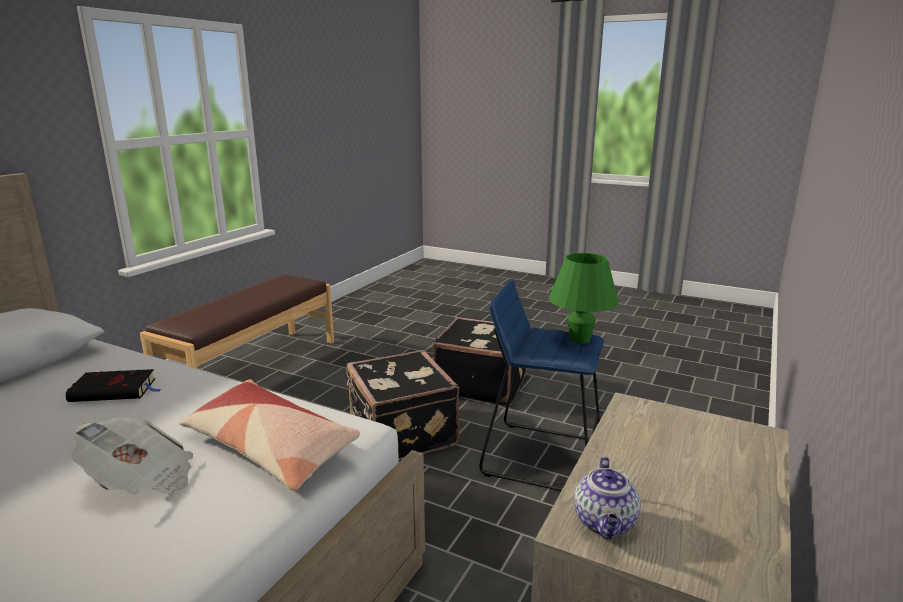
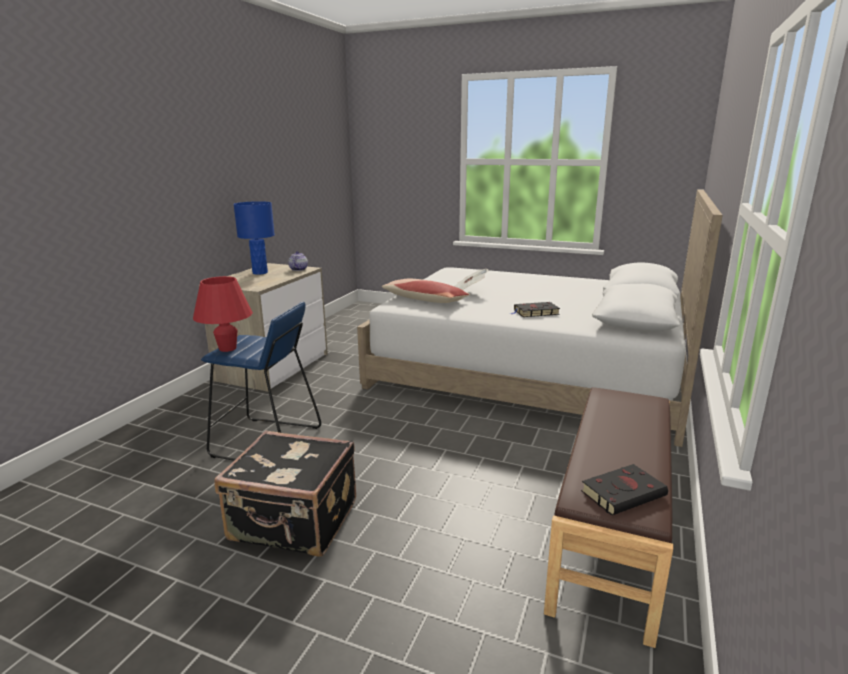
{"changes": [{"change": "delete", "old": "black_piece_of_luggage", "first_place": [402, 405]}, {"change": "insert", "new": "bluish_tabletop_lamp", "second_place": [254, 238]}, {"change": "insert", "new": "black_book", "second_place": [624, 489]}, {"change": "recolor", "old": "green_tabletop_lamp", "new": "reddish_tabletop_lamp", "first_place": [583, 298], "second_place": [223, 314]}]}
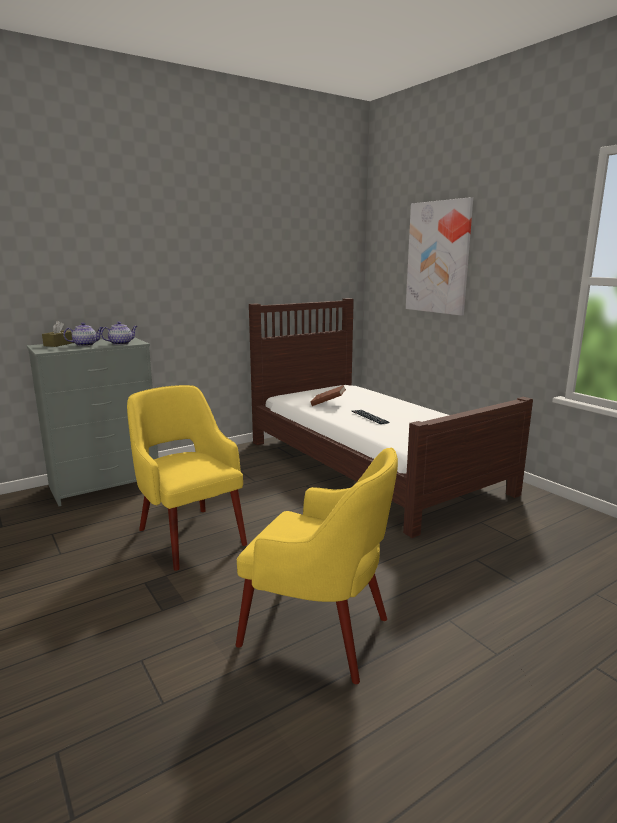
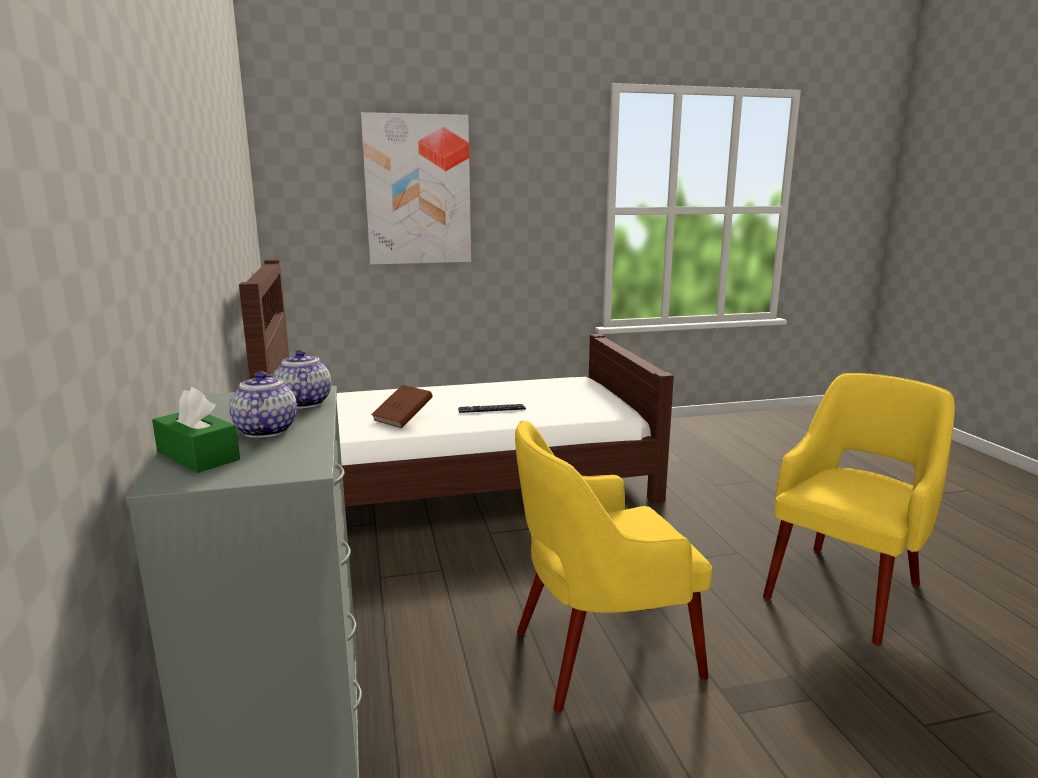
{"changes": [{"change": "recolor", "old": "brown-coloured_box_of_tissues", "new": "green_box_of_tissues", "first_place": [57, 334], "second_place": [196, 430]}]}
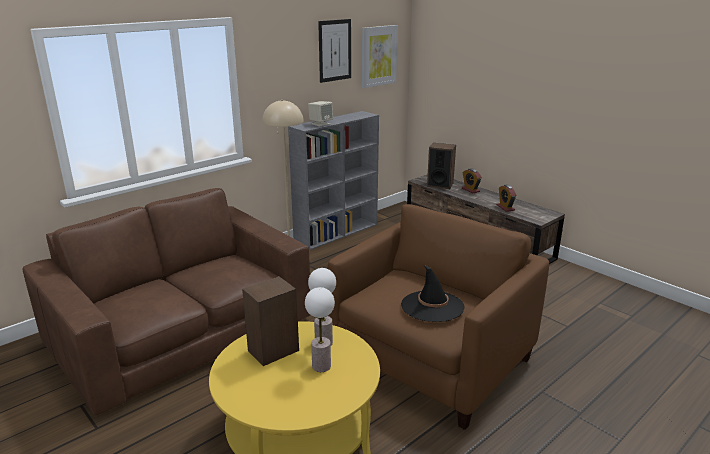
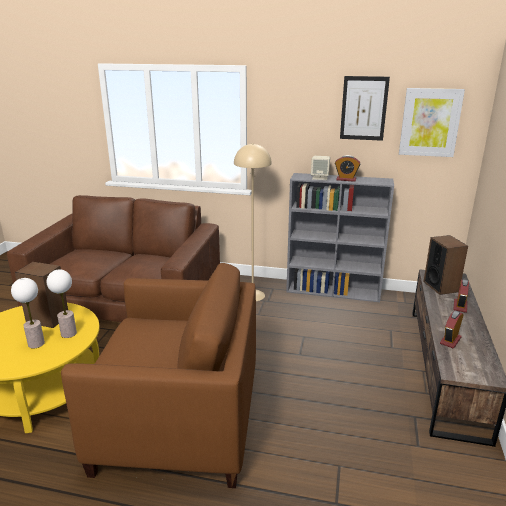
{"changes": [{"change": "delete", "old": "black_hat", "first_place": [433, 293]}, {"change": "insert", "new": "bedside_clock", "second_place": [347, 168]}]}
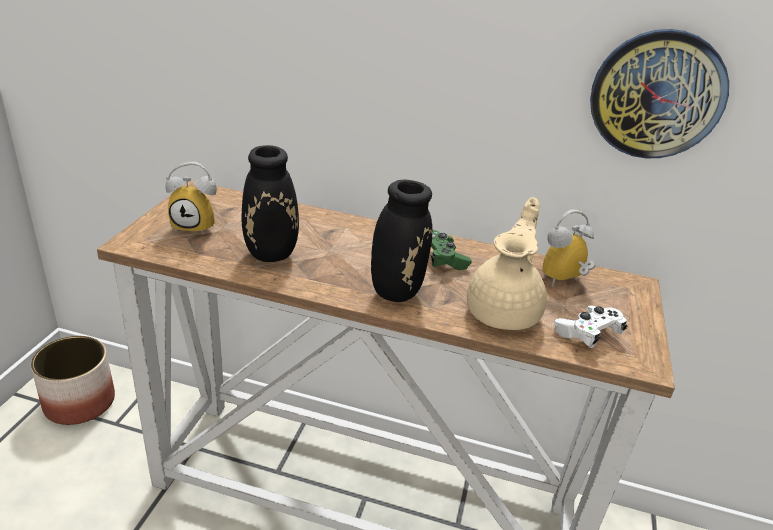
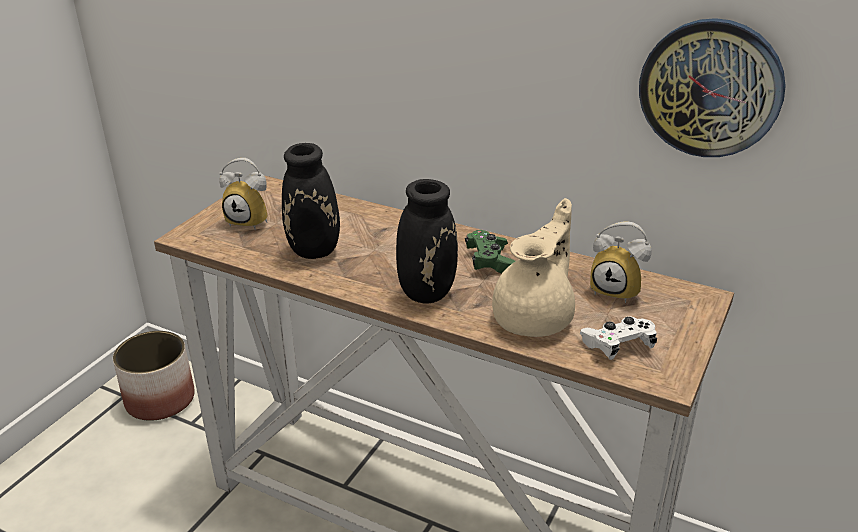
{"changes": [{"change": "rotate", "old": "bedside_clock", "first_place": [569, 247], "second_place": [621, 262], "degrees": -135}]}
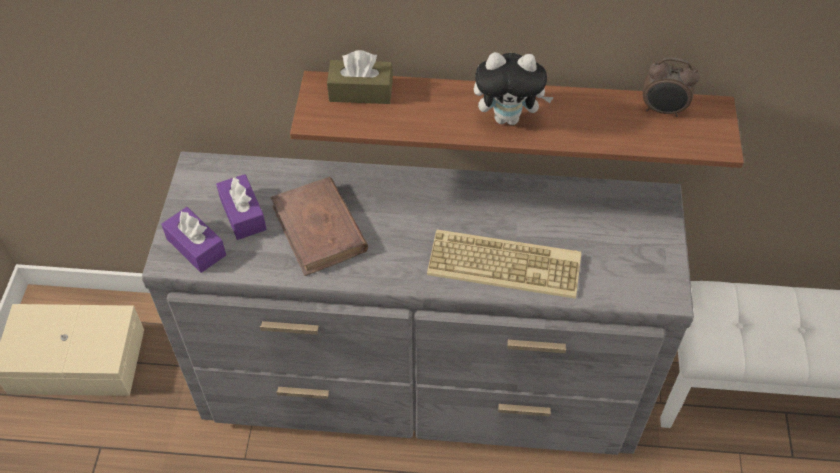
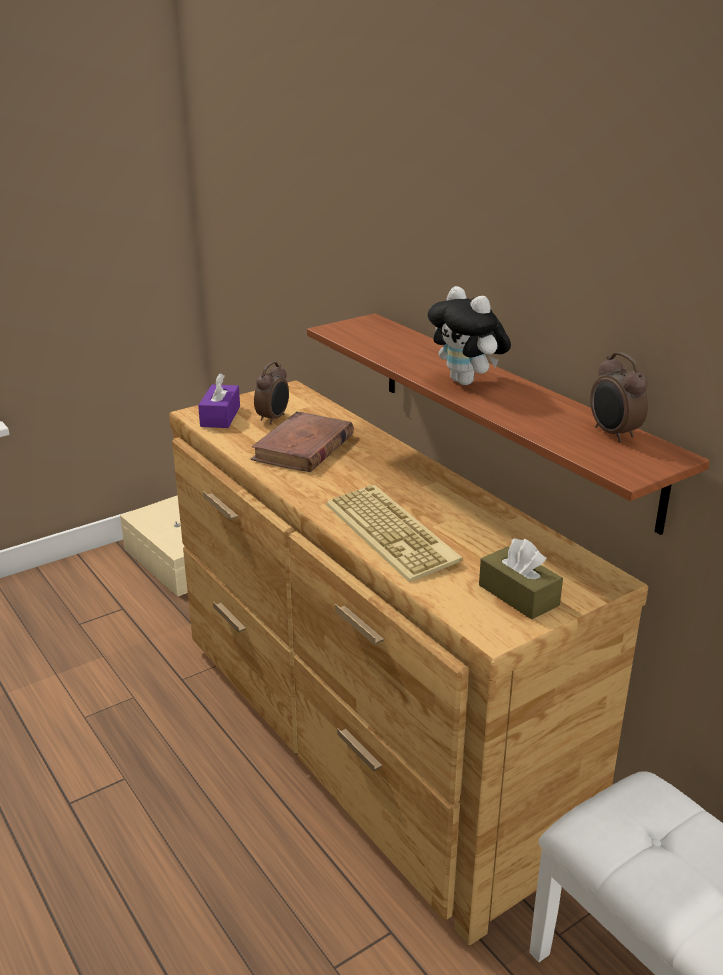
{"changes": [{"change": "move", "old": "brown-coloured_box_of_tissues", "first_place": [360, 77], "second_place": [521, 579]}, {"change": "replace", "old": "purplish_box_of_tissues", "new": "bedside_clock", "first_place": [241, 207], "second_place": [271, 393]}, {"change": "recolor", "old": "gray_chest_of_drawers", "new": "brown-coloured_chest_of_drawers", "first_place": [417, 303], "second_place": [408, 662]}]}
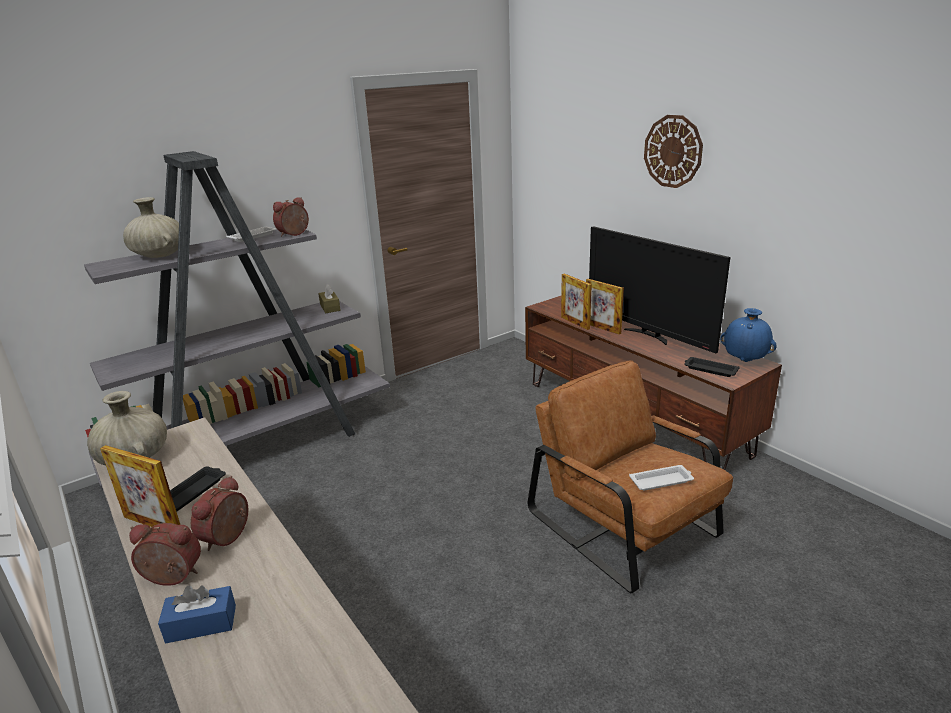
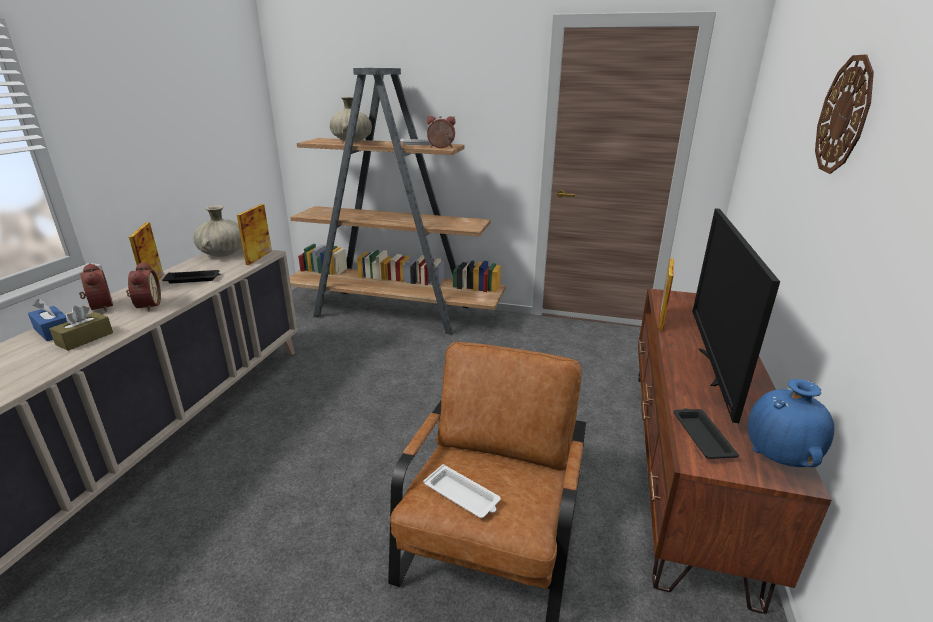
{"changes": [{"change": "move", "old": "brown-coloured_box_of_tissues", "first_place": [329, 299], "second_place": [81, 328]}, {"change": "move", "old": "photo_frame", "first_place": [605, 306], "second_place": [254, 234]}, {"change": "recolor", "old": "gray_shelving_unit", "new": "brown-coloured_shelving_unit", "first_place": [237, 320], "second_place": [398, 201]}, {"change": "rotate", "old": "bedside_clock", "first_place": [220, 513], "second_place": [143, 286], "degrees": 90}]}
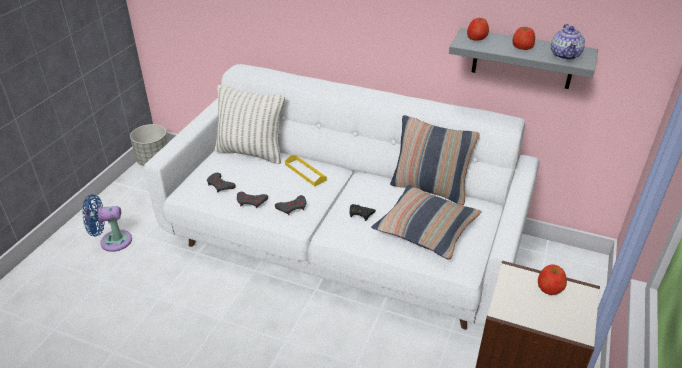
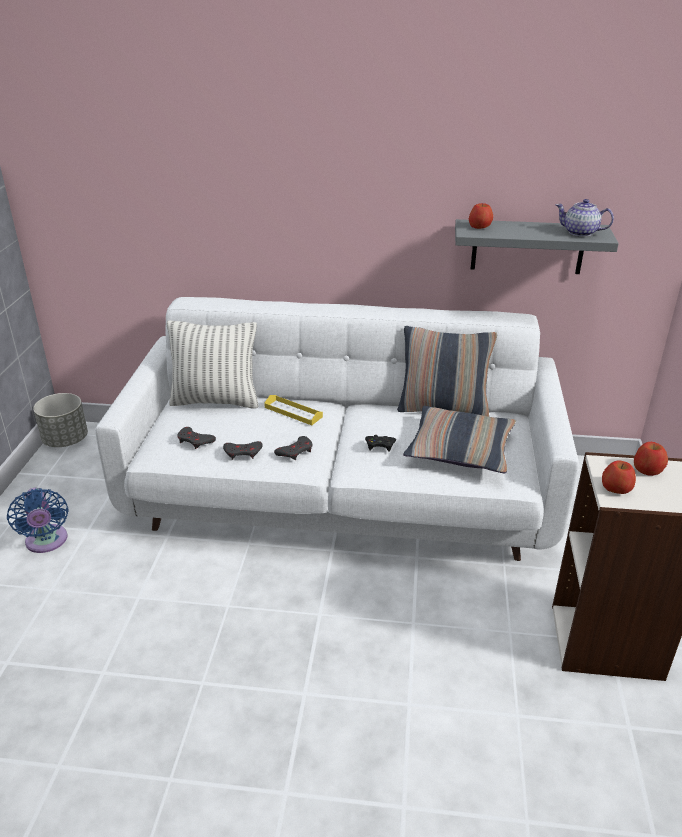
{"changes": [{"change": "move", "old": "apple_fruit", "first_place": [523, 38], "second_place": [619, 477]}, {"change": "rotate", "old": "bluish_fan", "first_place": [107, 223], "second_place": [37, 520], "degrees": -90}, {"change": "rotate", "old": "tea_pot", "first_place": [568, 42], "second_place": [585, 218], "degrees": 120}]}
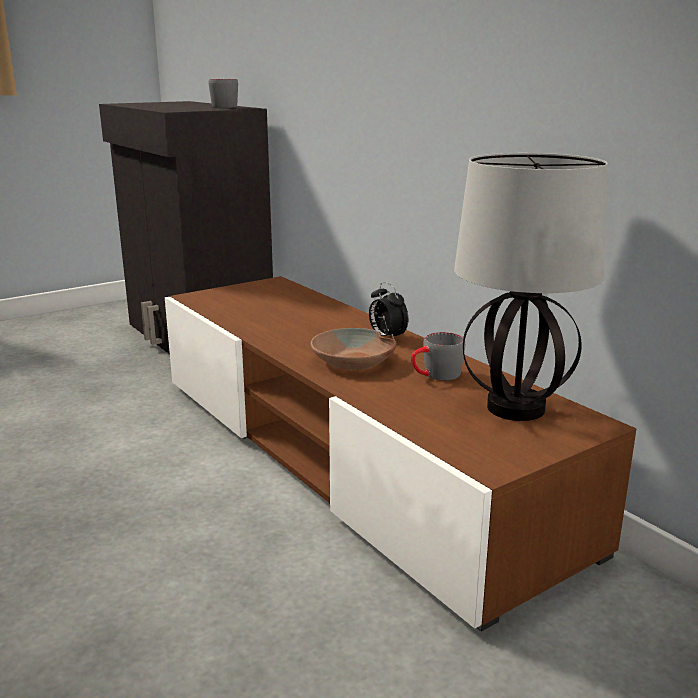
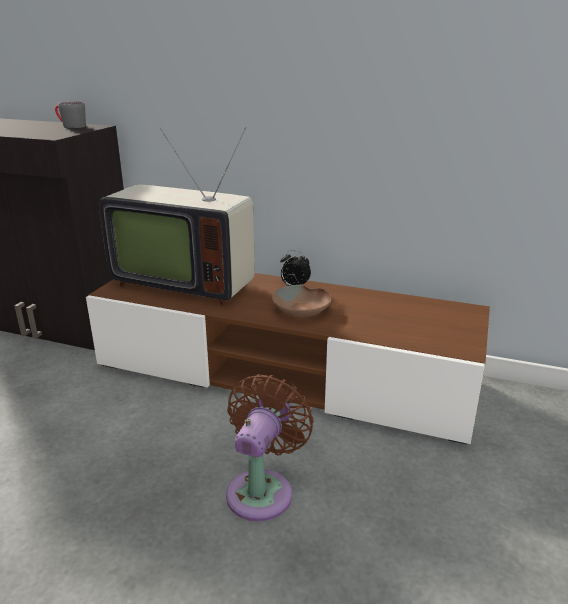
{"changes": [{"change": "delete", "old": "gray_coffee_mug", "first_place": [438, 356]}, {"change": "delete", "old": "tabletop_lamp", "first_place": [531, 287]}, {"change": "insert", "new": "TV_set", "second_place": [177, 216]}, {"change": "insert", "new": "brown-coloured_fan", "second_place": [270, 447]}]}
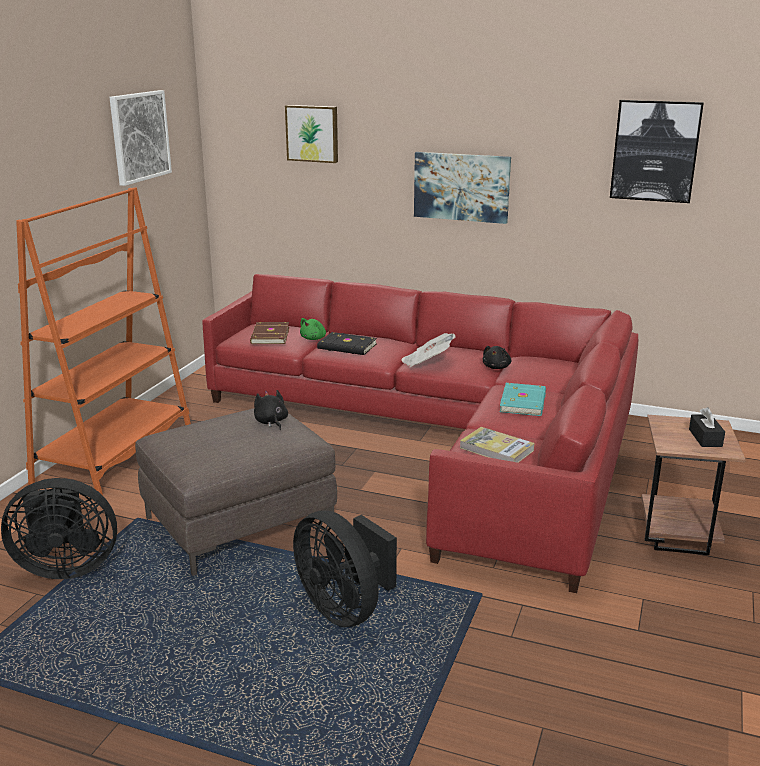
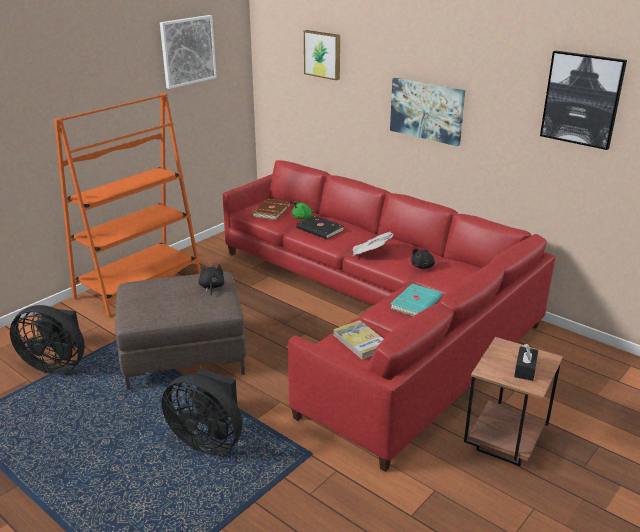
{"changes": [{"change": "rotate", "old": "black_fan", "first_place": [345, 569], "second_place": [202, 412], "degrees": -45}]}
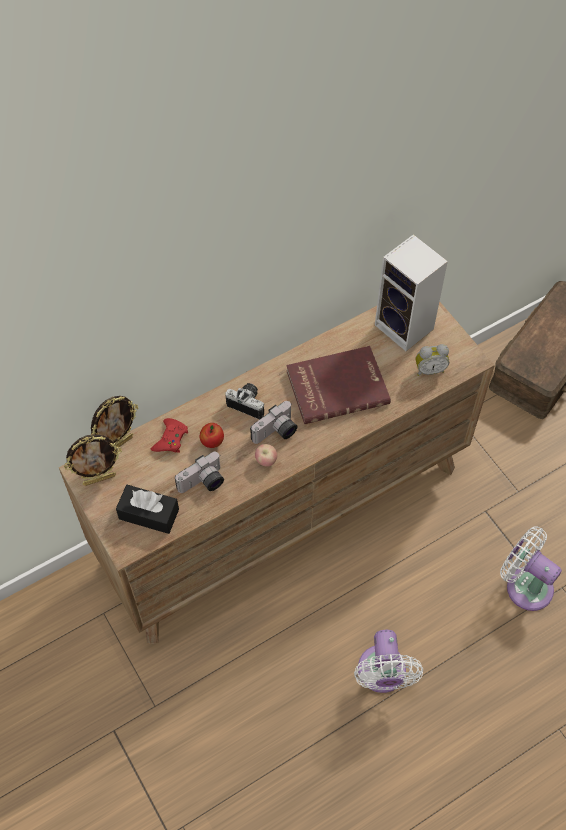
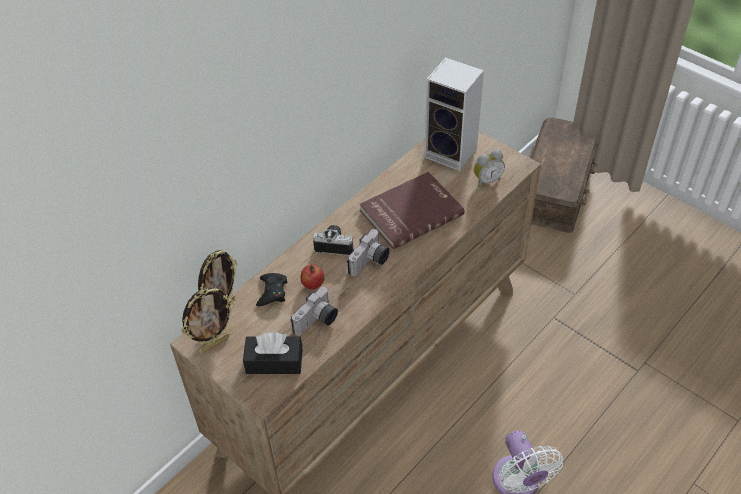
{"changes": [{"change": "delete", "old": "apple_fruit", "first_place": [266, 455]}, {"change": "delete", "old": "white_fan", "first_place": [531, 568]}, {"change": "recolor", "old": "reddish_joypad", "new": "black_joypad", "first_place": [169, 435], "second_place": [271, 289]}]}
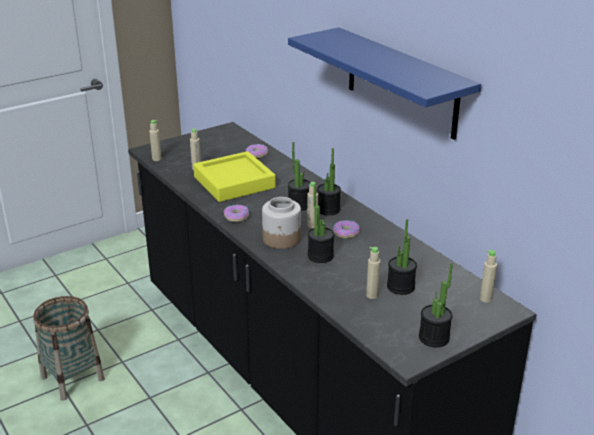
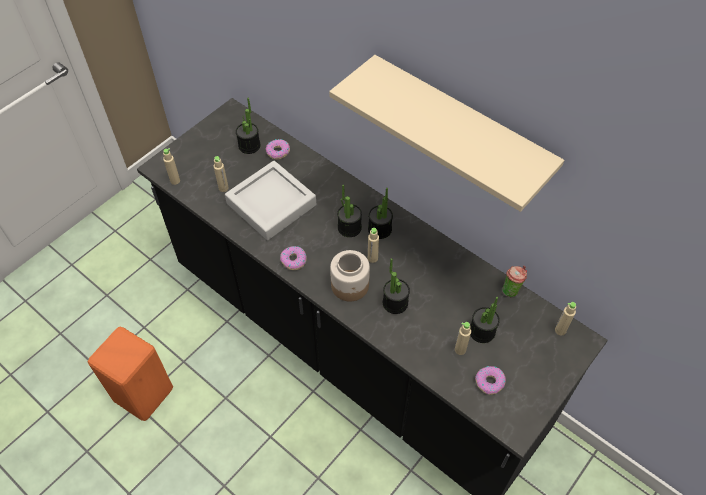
{"changes": [{"change": "insert", "new": "cup", "second_place": [514, 281]}, {"change": "move", "old": "doughnut", "first_place": [346, 229], "second_place": [490, 380]}, {"change": "move", "old": "potted_plant", "first_place": [436, 305], "second_place": [248, 126]}, {"change": "replace", "old": "basket", "new": "orange_stool_seat", "first_place": [69, 348], "second_place": [130, 373]}, {"change": "recolor", "old": "yellow-coloured_carrying_tray", "new": "gray_carrying_tray", "first_place": [234, 176], "second_place": [270, 200]}, {"change": "recolor", "old": "bluish_wall_shelf", "new": "beige_wall_shelf", "first_place": [384, 83], "second_place": [446, 133]}]}
